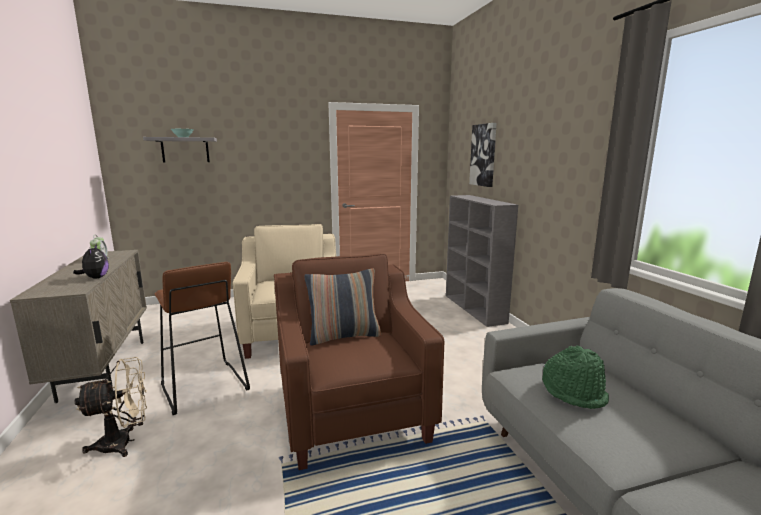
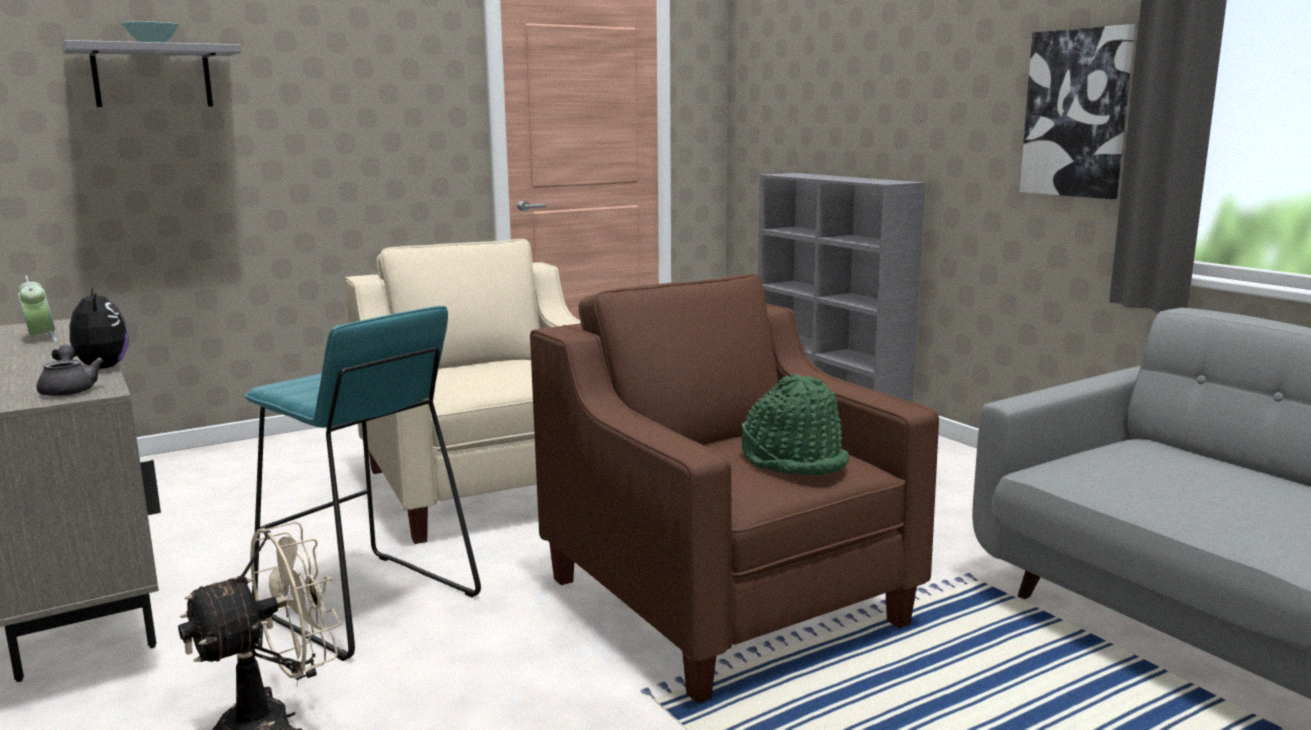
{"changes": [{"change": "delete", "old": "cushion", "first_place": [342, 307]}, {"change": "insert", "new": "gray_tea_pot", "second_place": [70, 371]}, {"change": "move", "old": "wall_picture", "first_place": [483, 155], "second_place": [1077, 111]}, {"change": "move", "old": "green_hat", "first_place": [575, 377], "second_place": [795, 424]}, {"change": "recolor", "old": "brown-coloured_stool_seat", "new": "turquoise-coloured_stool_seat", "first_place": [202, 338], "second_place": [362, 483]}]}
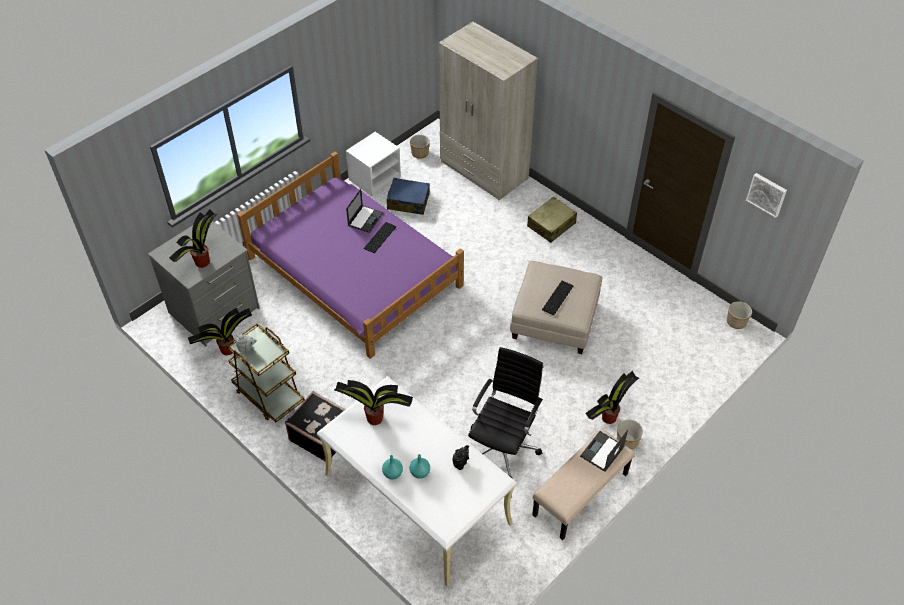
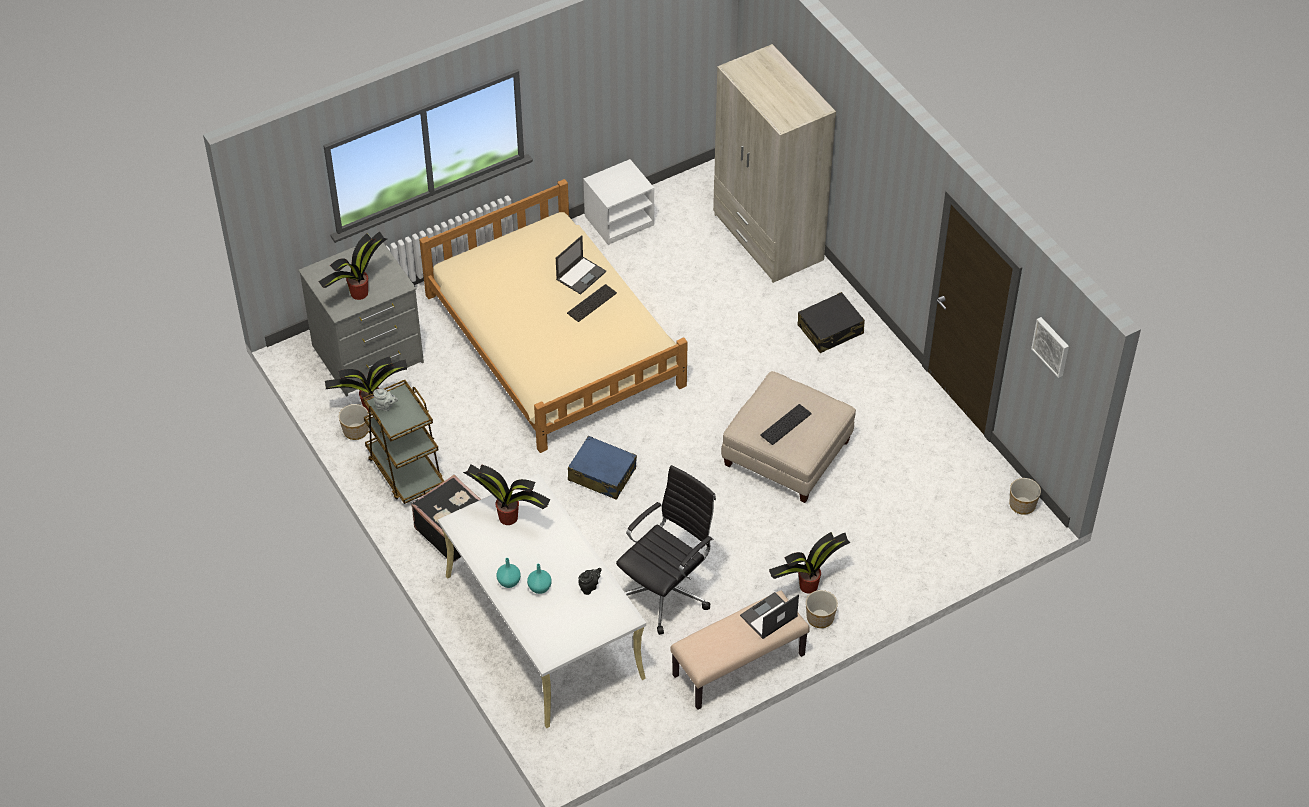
{"changes": [{"change": "move", "old": "bluish_piece_of_luggage", "first_place": [408, 196], "second_place": [602, 468]}, {"change": "move", "old": "flower_pot", "first_place": [420, 147], "second_place": [354, 422]}, {"change": "recolor", "old": "purplish_sleeping_bed", "new": "beige_sleeping_bed", "first_place": [350, 255], "second_place": [553, 316]}, {"change": "recolor", "old": "beige_piece_of_luggage", "new": "black_piece_of_luggage", "first_place": [552, 220], "second_place": [831, 322]}]}
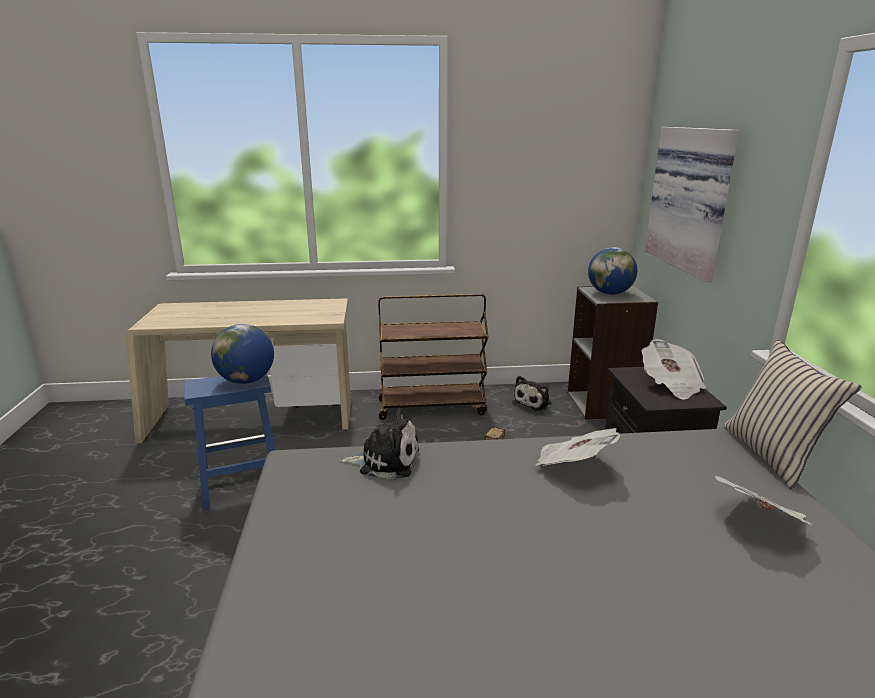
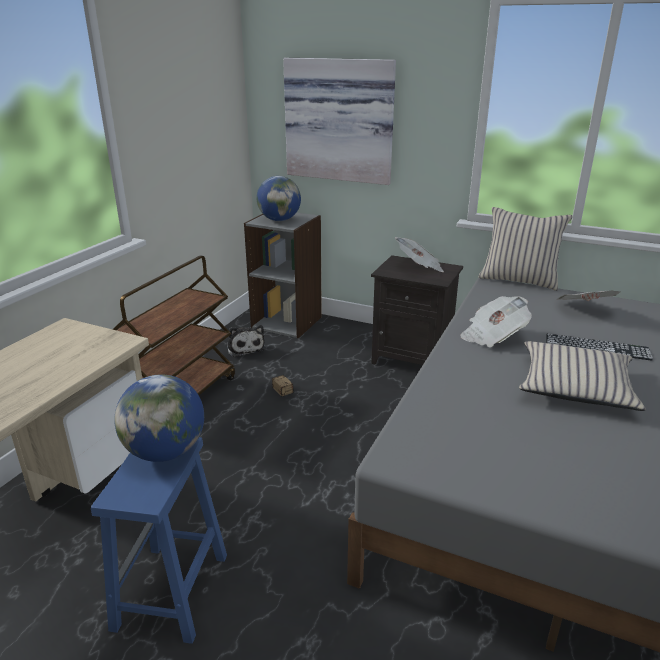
{"changes": [{"change": "delete", "old": "soft_toy", "first_place": [379, 444]}, {"change": "insert", "new": "beige_cushion", "second_place": [582, 376]}, {"change": "insert", "new": "computer_keyboard", "second_place": [599, 347]}]}
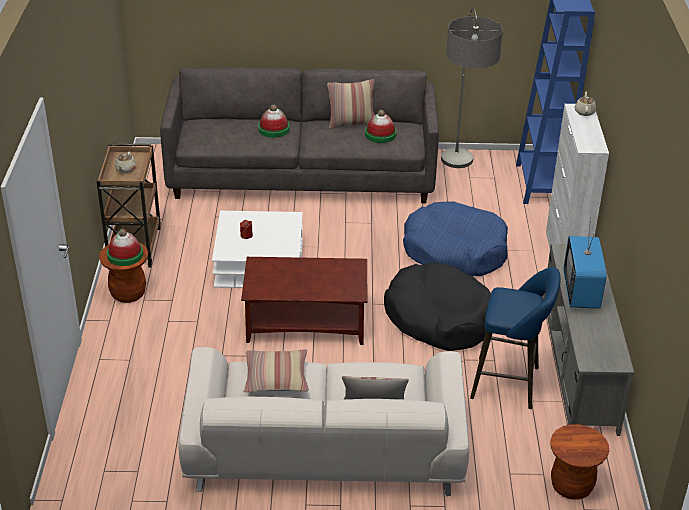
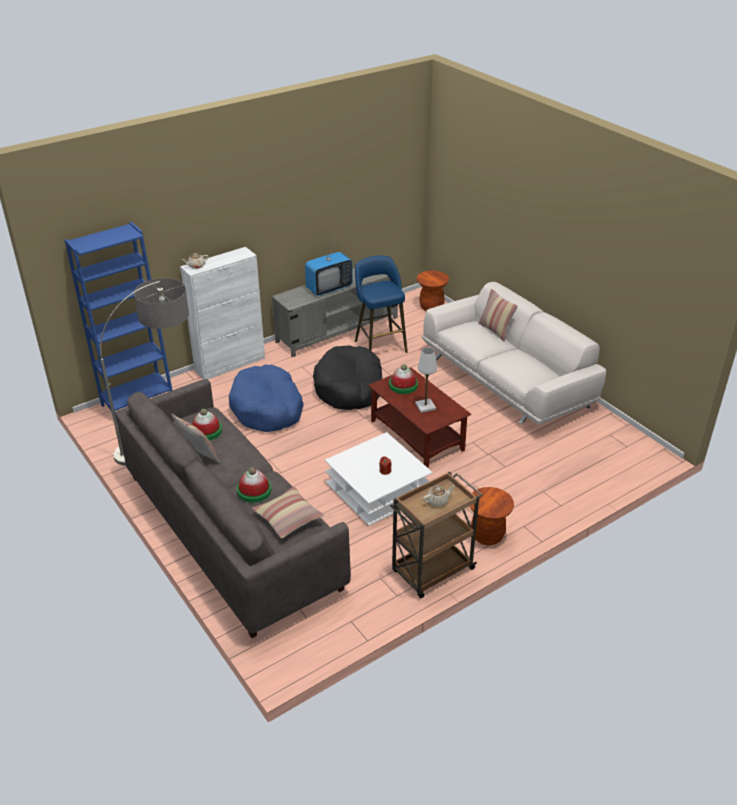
{"changes": [{"change": "insert", "new": "white_tabletop_lamp", "second_place": [426, 380]}, {"change": "move", "old": "hat", "first_place": [125, 247], "second_place": [403, 379]}, {"change": "move", "old": "cushion", "first_place": [276, 371], "second_place": [288, 512]}]}
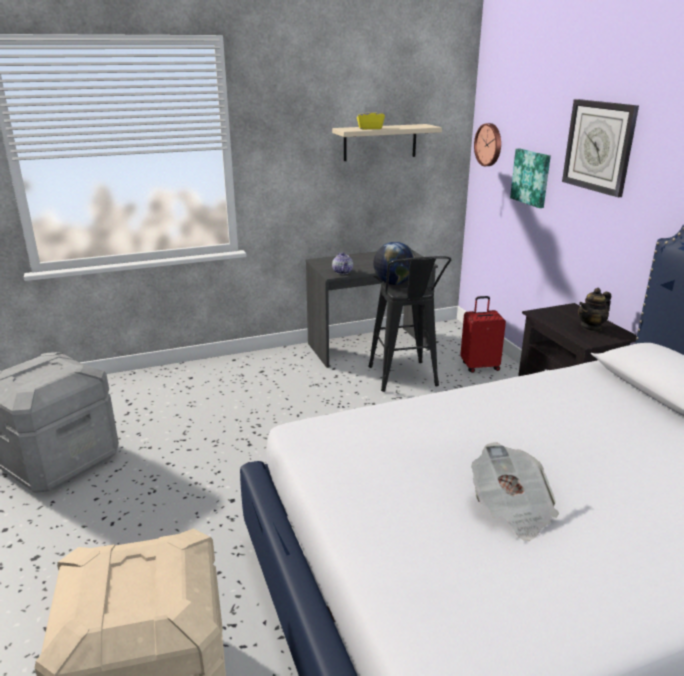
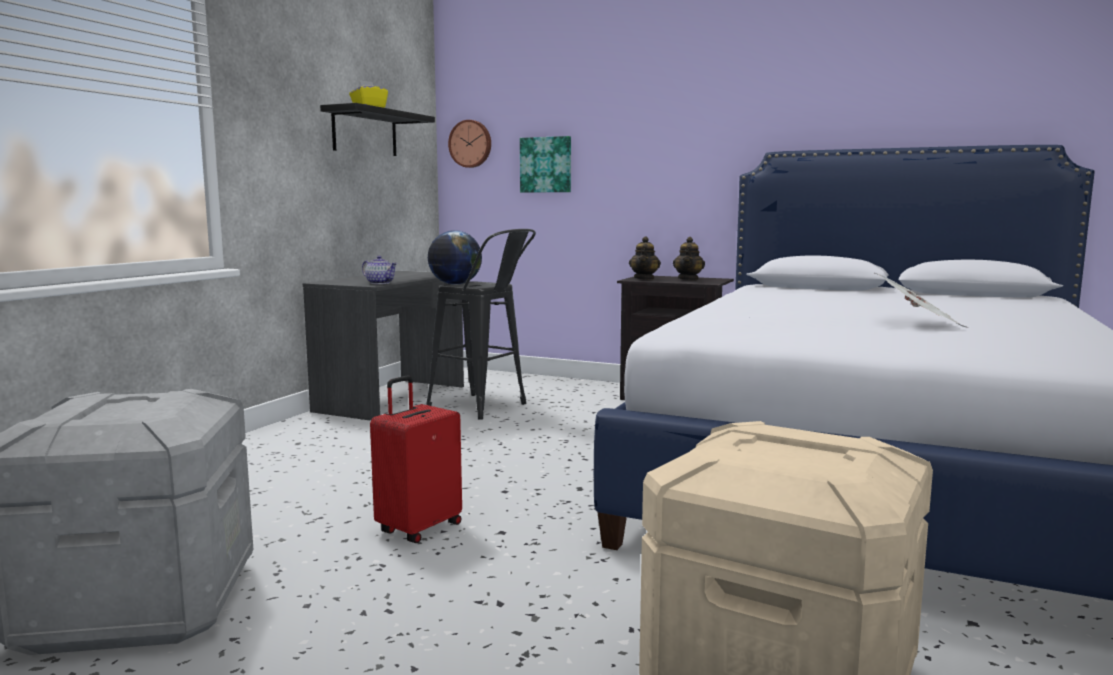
{"changes": [{"change": "delete", "old": "clock_on_the_wall", "first_place": [600, 148]}, {"change": "insert", "new": "tea_pot", "second_place": [645, 258]}, {"change": "move", "old": "reddish_piece_of_luggage", "first_place": [483, 334], "second_place": [416, 459]}, {"change": "recolor", "old": "beige_wall_shelf", "new": "black_wall_shelf", "first_place": [387, 142], "second_place": [377, 129]}]}
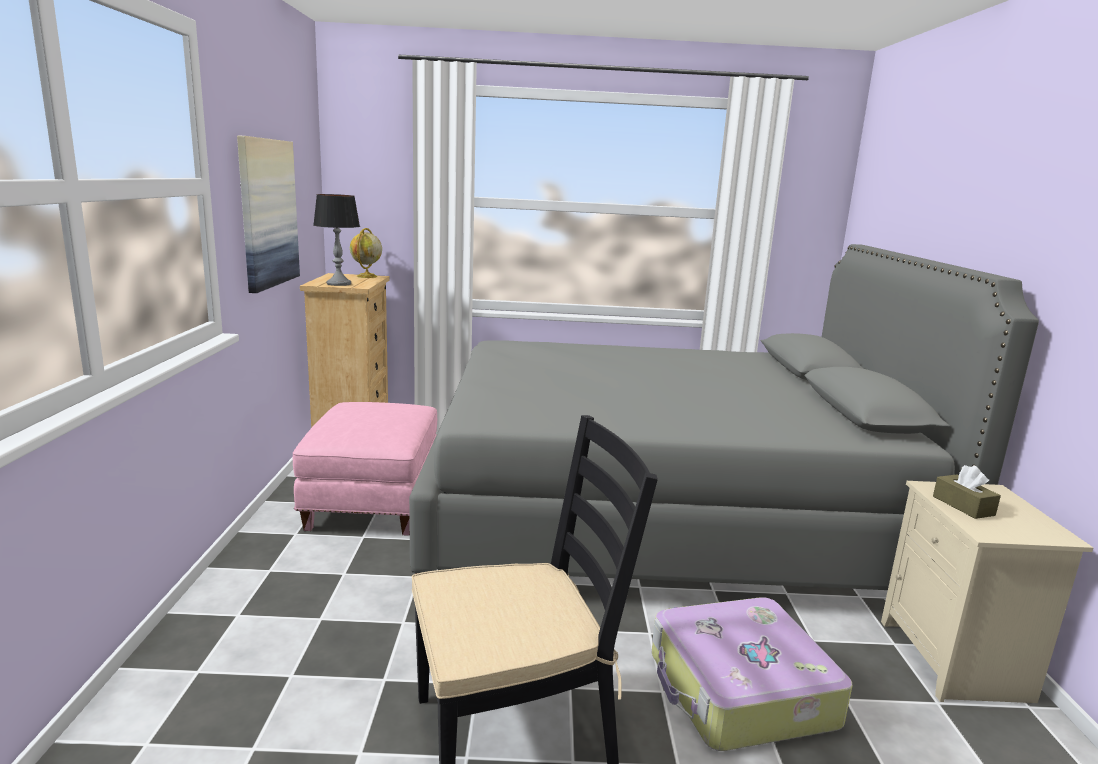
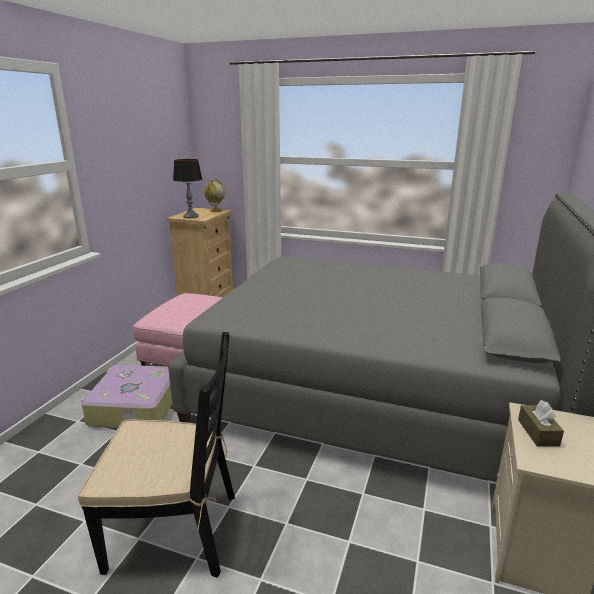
{"changes": [{"change": "delete", "old": "wall_picture", "first_place": [268, 214]}, {"change": "move", "old": "piece_of_luggage", "first_place": [751, 674], "second_place": [126, 396]}]}
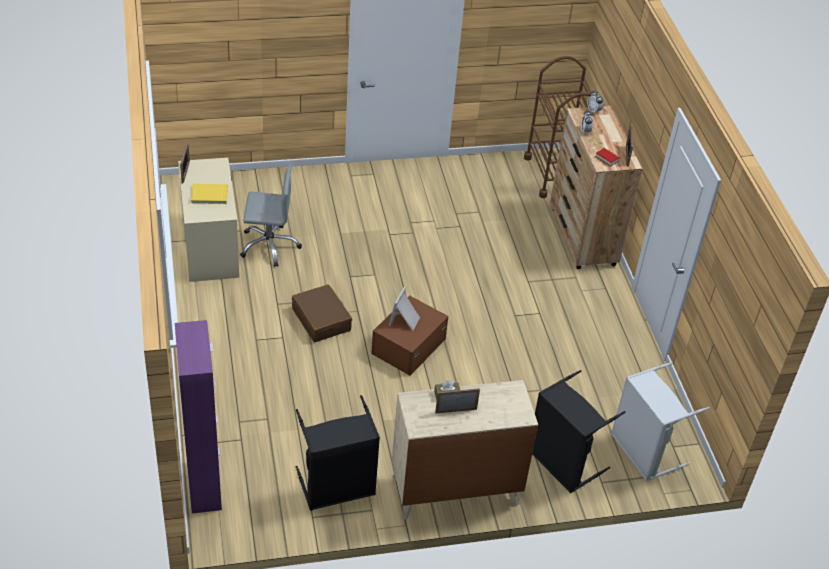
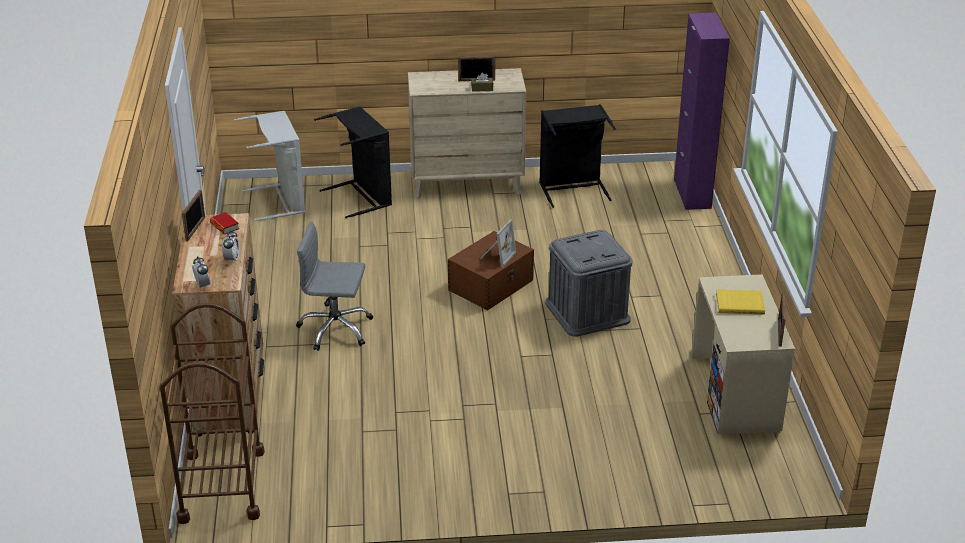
{"changes": [{"change": "move", "old": "gray_desk_chair", "first_place": [271, 216], "second_place": [334, 286]}, {"change": "replace", "old": "brown-coloured_piece_of_luggage", "new": "gray_storage_container", "first_place": [322, 313], "second_place": [588, 283]}]}
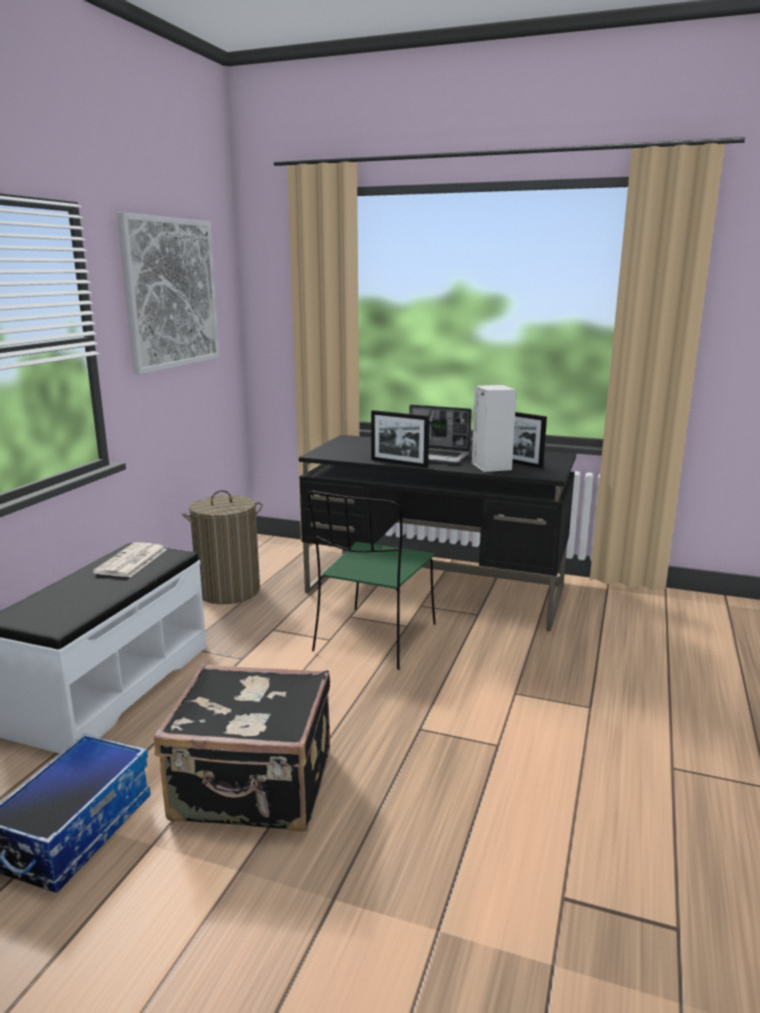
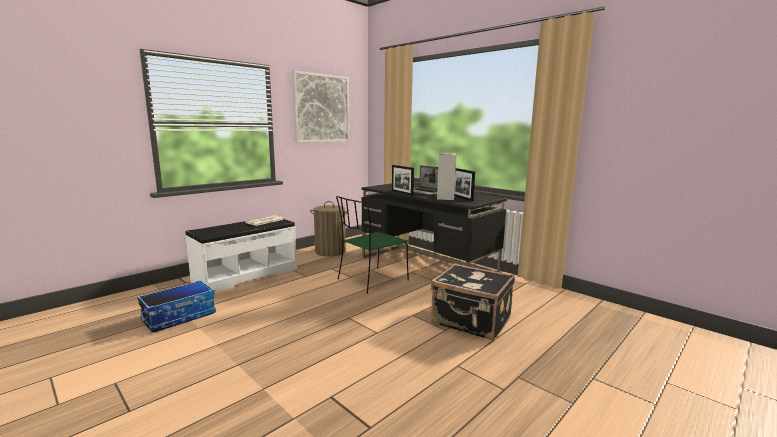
{"changes": [{"change": "move", "old": "black_piece_of_luggage", "first_place": [242, 748], "second_place": [473, 302]}]}
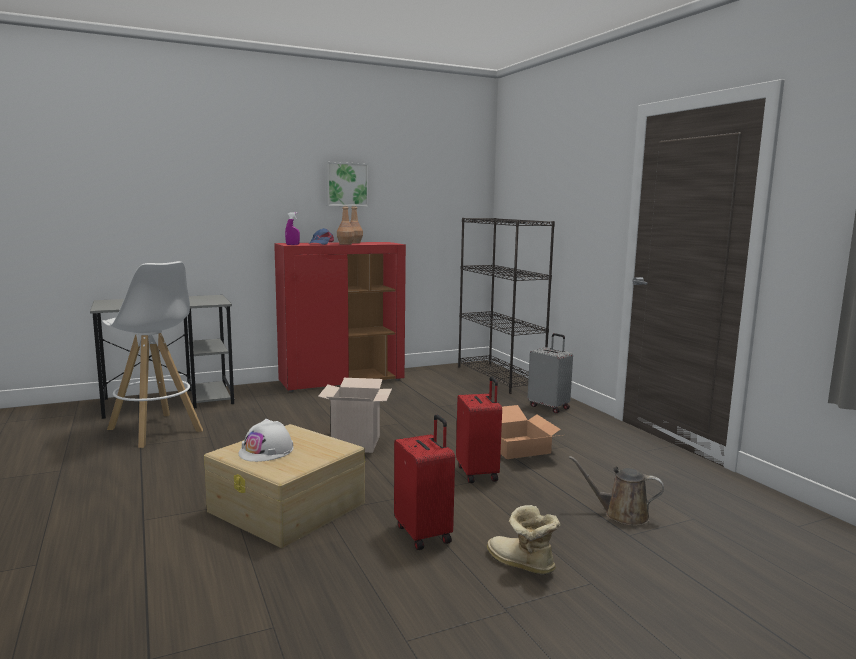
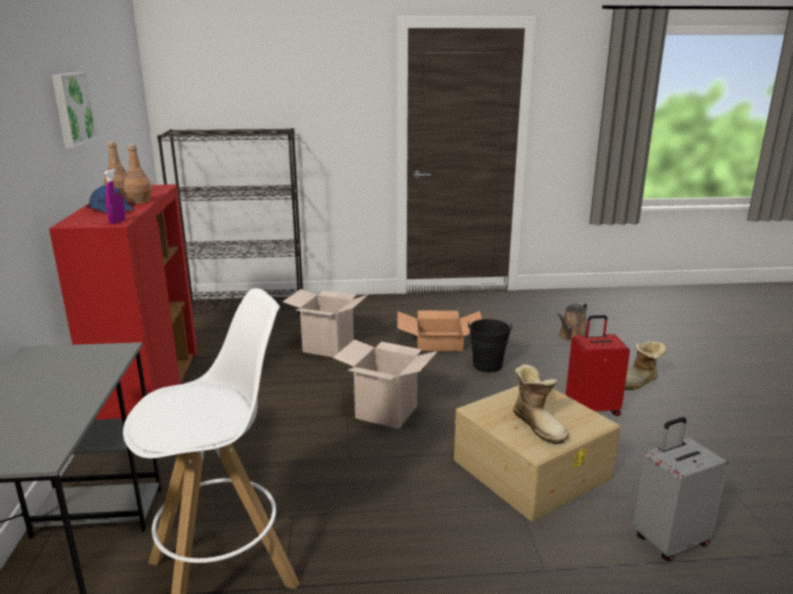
{"changes": [{"change": "insert", "new": "carton", "second_place": [326, 323]}, {"change": "move", "old": "gray_piece_of_luggage", "first_place": [550, 373], "second_place": [681, 489]}, {"change": "replace", "old": "white_work_helmet", "new": "tall_boot", "first_place": [265, 440], "second_place": [540, 404]}, {"change": "replace", "old": "reddish_piece_of_luggage", "new": "black_pail", "first_place": [479, 429], "second_place": [490, 346]}]}
